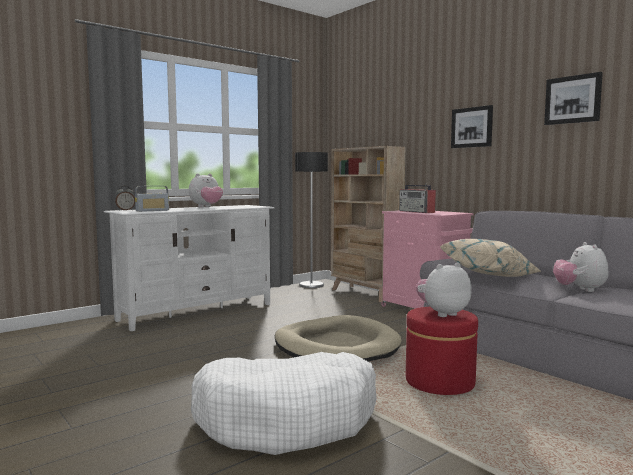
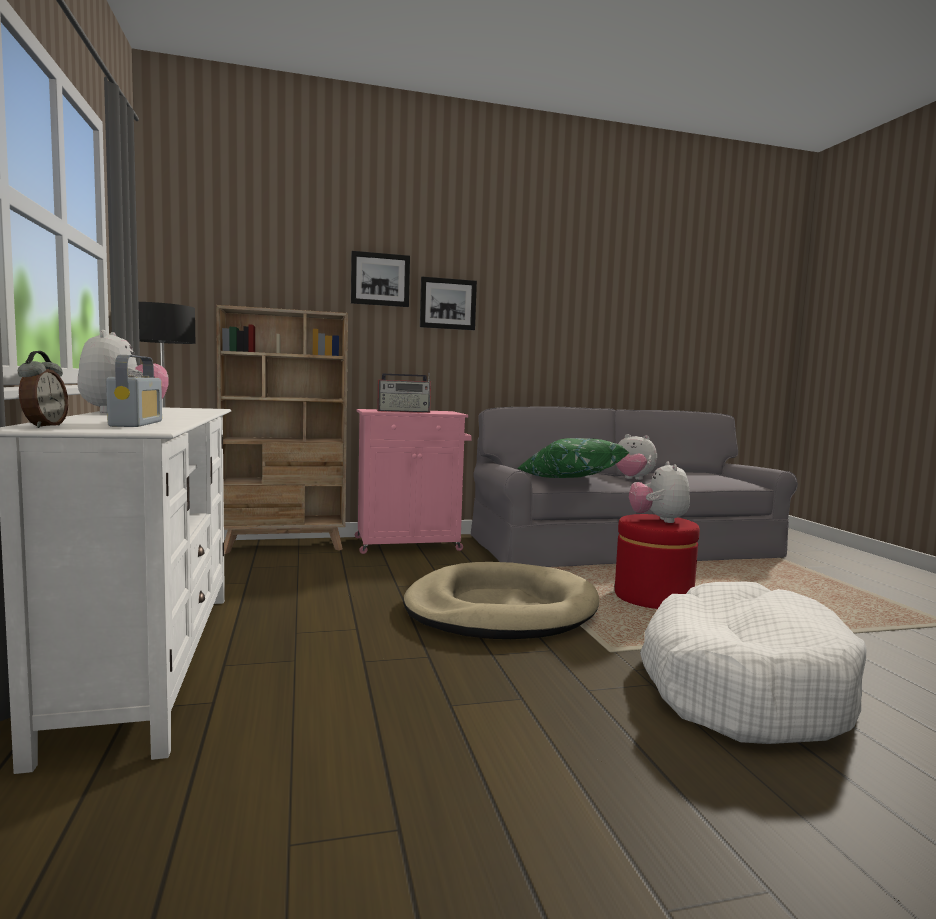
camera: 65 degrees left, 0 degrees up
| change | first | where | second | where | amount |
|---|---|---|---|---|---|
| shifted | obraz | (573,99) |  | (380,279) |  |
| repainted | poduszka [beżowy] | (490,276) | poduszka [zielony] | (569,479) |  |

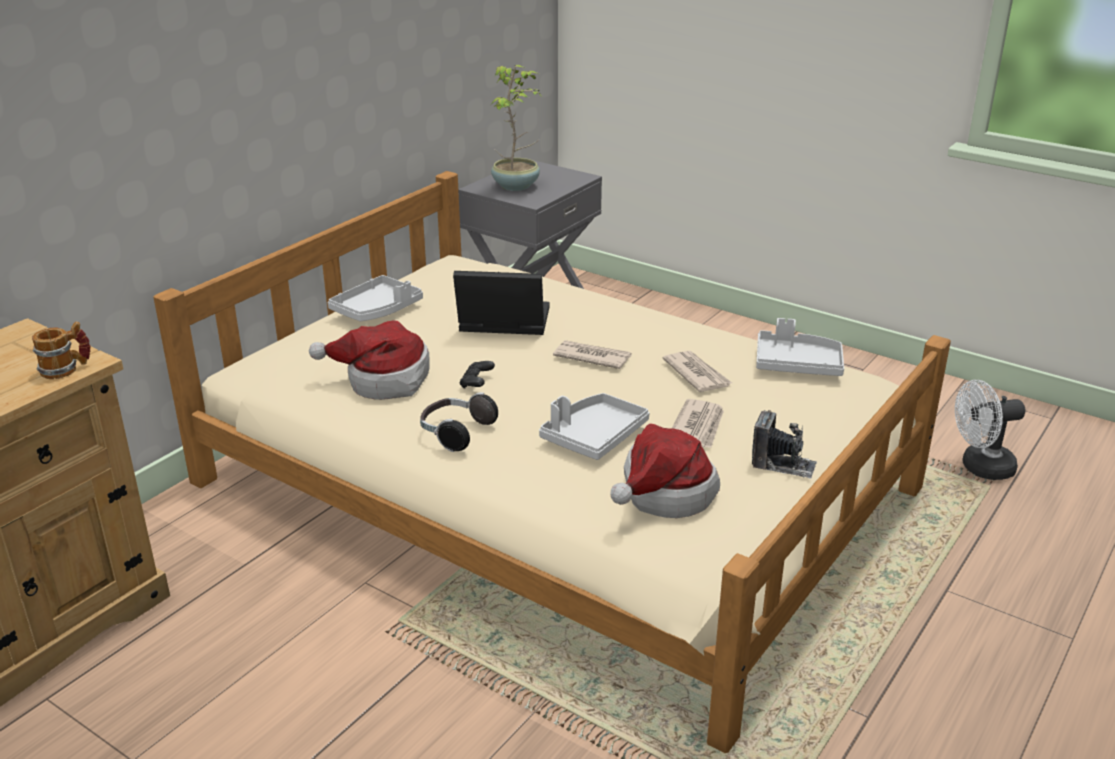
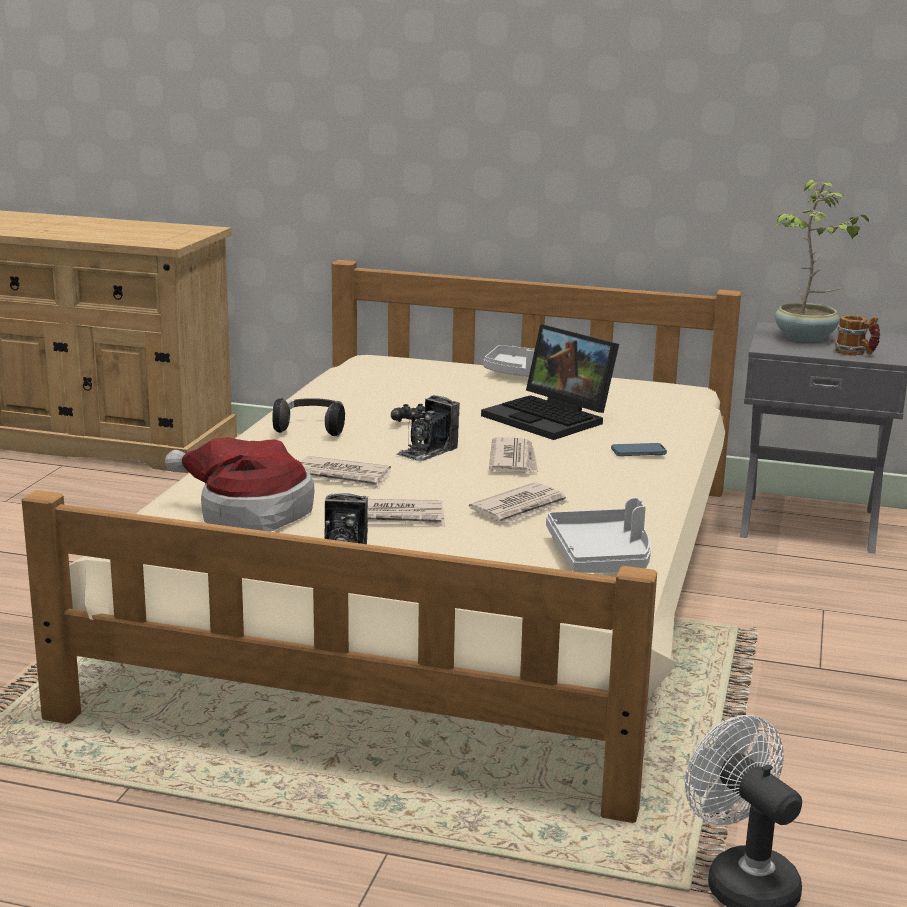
camera: 70 degrees right, 10 degrees down
| change | first | where | second | where | amount |
|---|---|---|---|---|---|
| gone | kapelusz | (383,380) |  |  |  |
| new |  |  | aparat fotograficzny | (427,451) |  |
| new |  |  | telefon | (638,452) |  |
| shifted | kubek | (66,369) |  | (855,353) |  |
| swapped | taca [szary] | (594,436) | gazeta | (342,477) |  |
| rotated | laptop | (501,323) |  | (552,418) | 150 degrees clockwise |

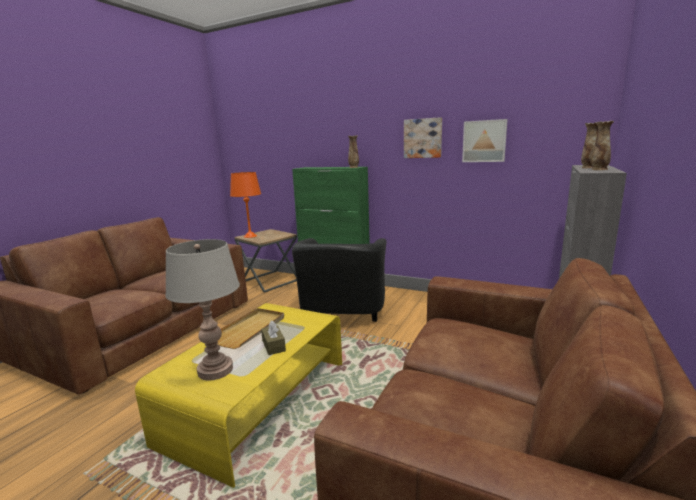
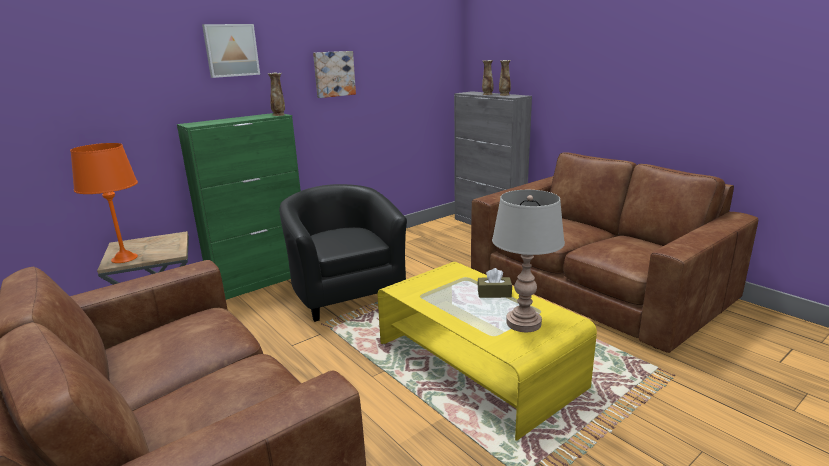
camera: 65 degrees left, 5 degrees up
| change | first | where | second | where | amount |
|---|---|---|---|---|---|
| gone | taca [beżowy] | (249,330) |  |  |  |
| shifted | obraz | (484,141) |  | (231,50) |  |
| rotated | fotel [czarny] | (342,313) |  | (345,292) | 150 degrees counterclockwise |

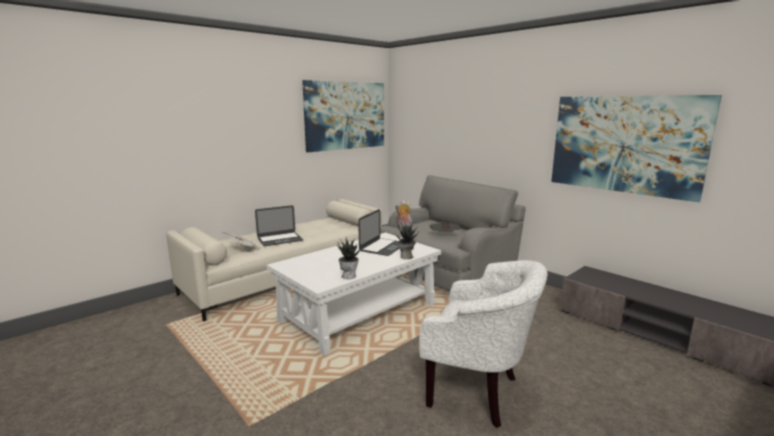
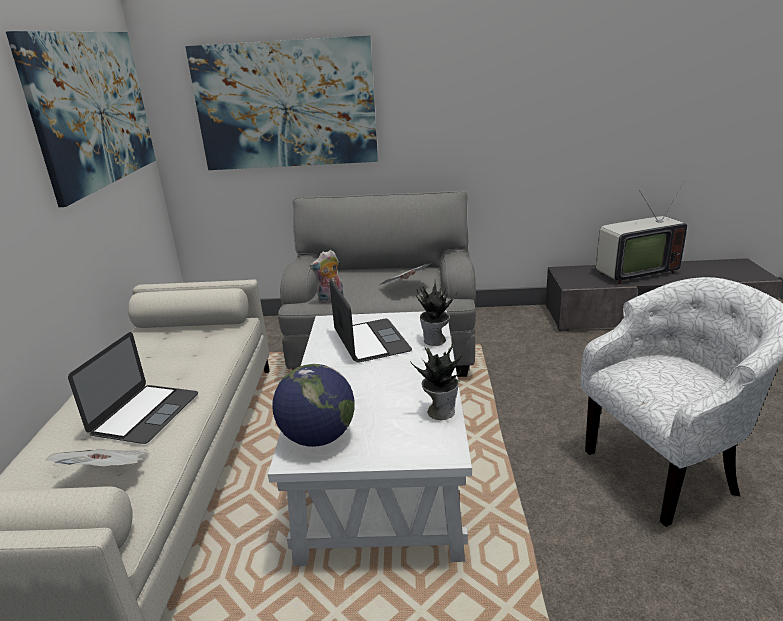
camera: 45 degrees left, 10 degrees up
| change | first | where | second | where | amount |
|---|---|---|---|---|---|
| new |  |  | globus | (318,438) |  |
| new |  |  | telewizor | (633,272) |  |
| shifted | obraz | (625,144) |  | (286,105) |  |

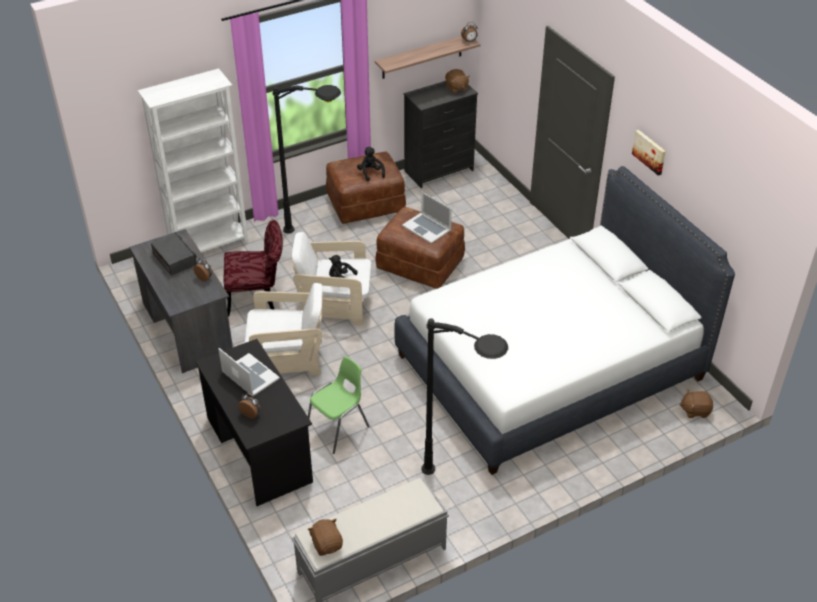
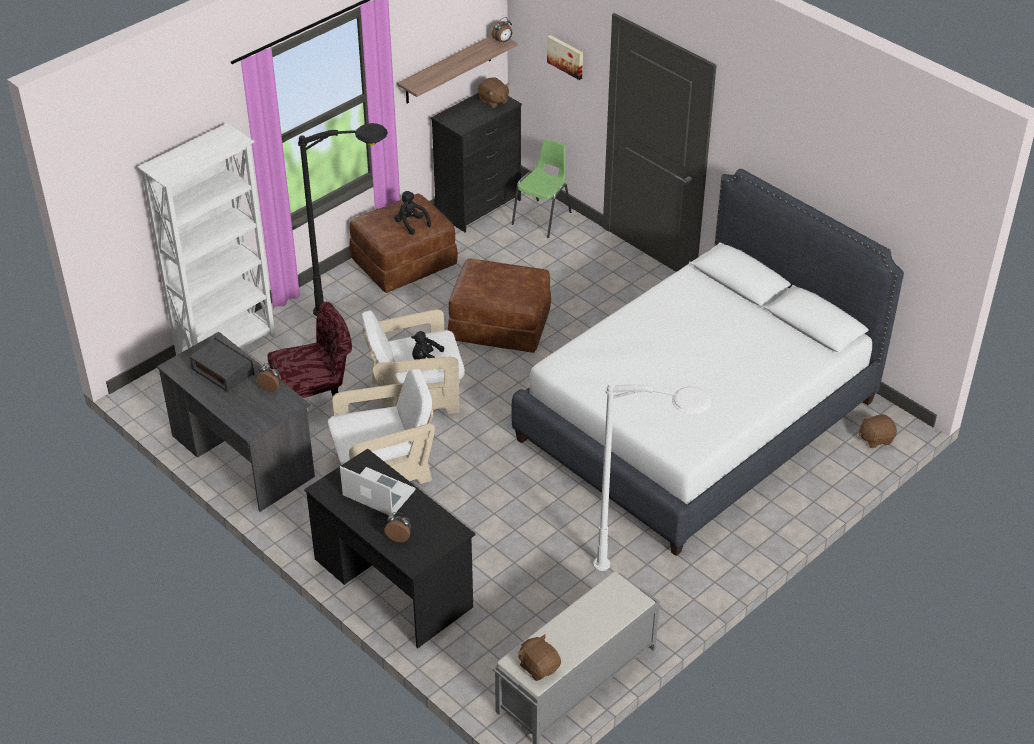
camera: 15 degrees left, 0 degrees up
| change | first | where | second | where | amount |
|---|---|---|---|---|---|
| gone | laptop | (427,228) |  |  |  |
| shifted | krzesło [zielony] | (338,428) |  | (543,218) |  |
| shifted | obraz | (650,152) |  | (566,56) |  |
| repainted | lampa stojąca [czarny] | (465,490) | lampa stojąca [biały] | (652,579) |  |

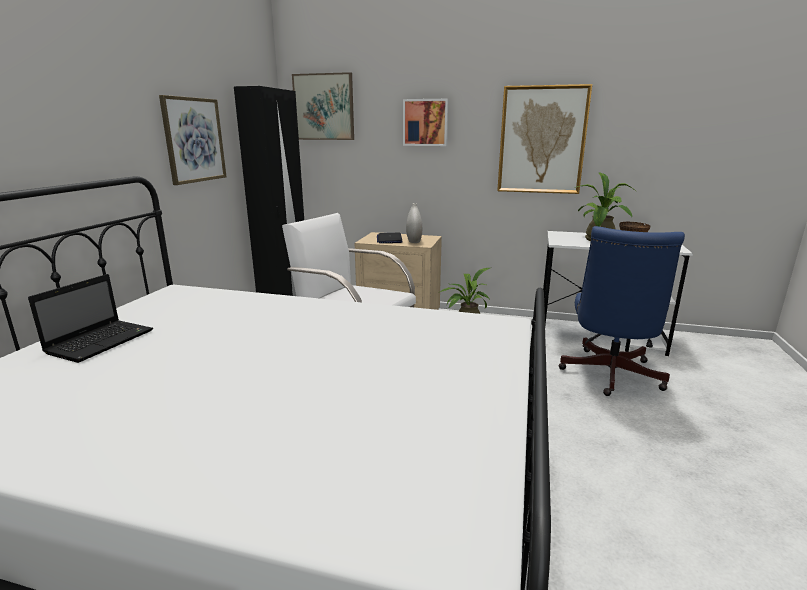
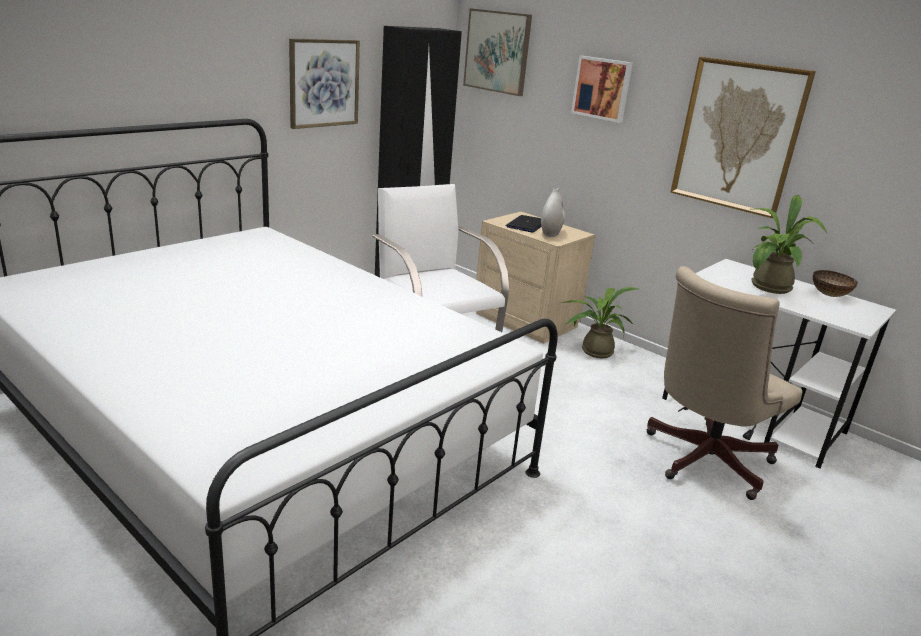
camera: 25 degrees right, 5 degrees up
| change | first | where | second | where | amount |
|---|---|---|---|---|---|
| gone | laptop | (102,341) |  |  |  |
| repainted | krzesło biurowe [niebieski] | (609,376) | krzesło biurowe [beżowy] | (701,461) |  |

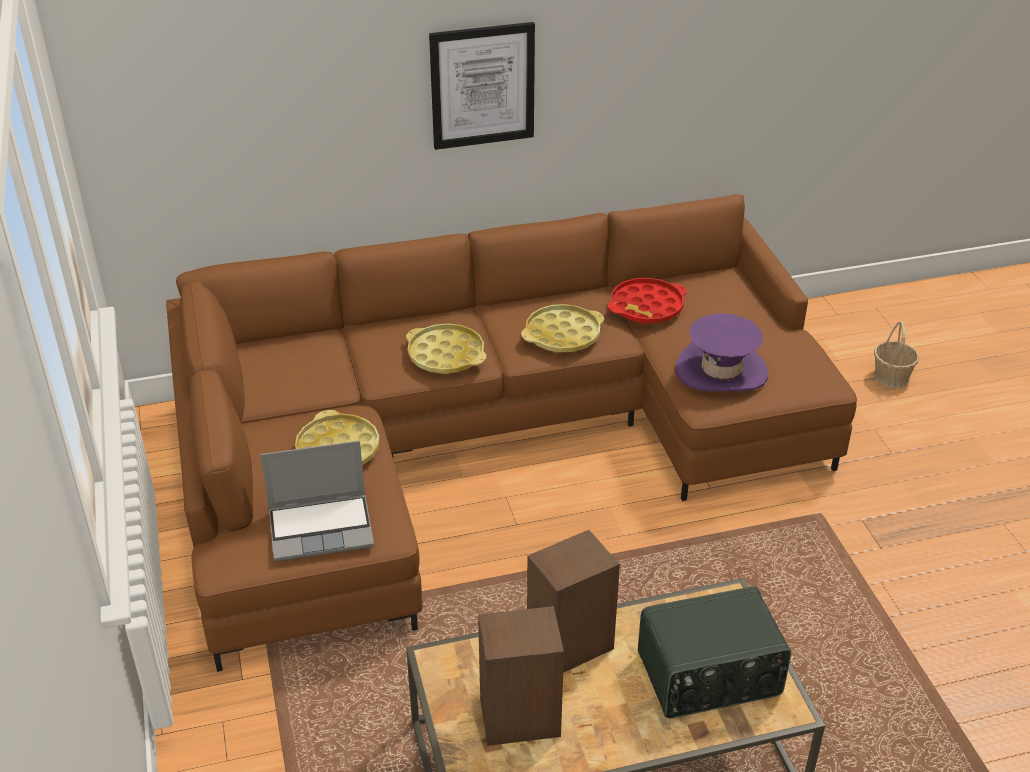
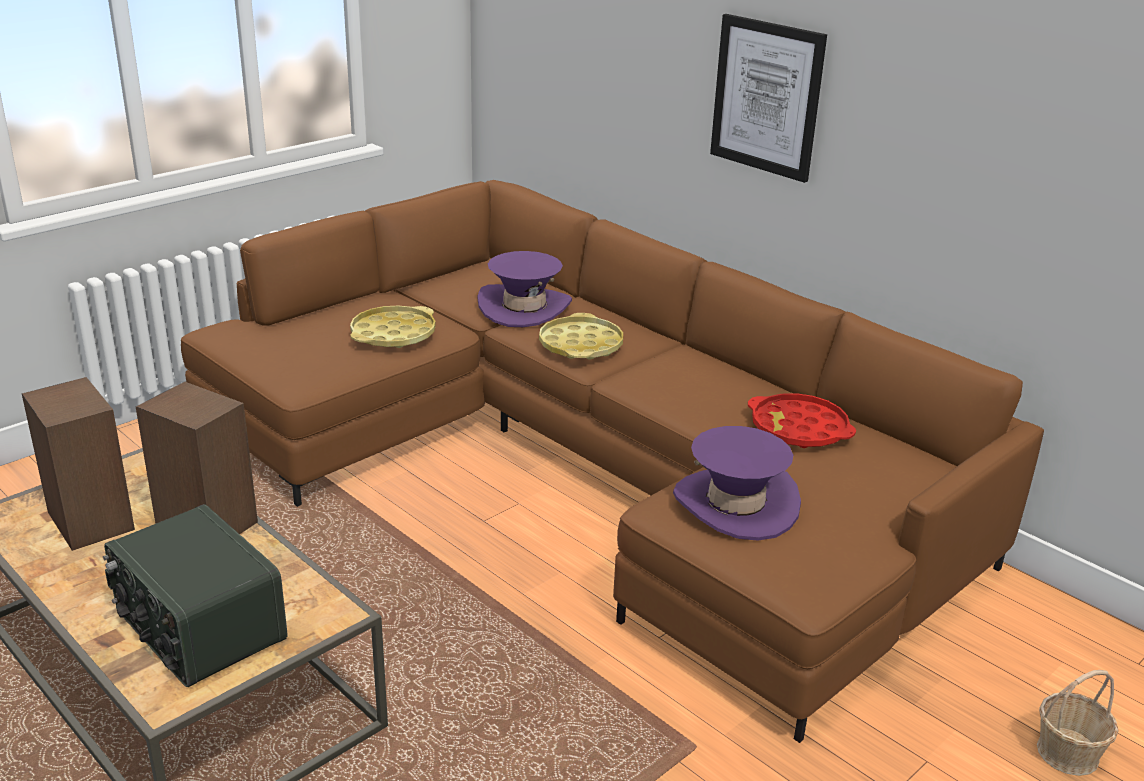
camera: 60 degrees right, 10 degrees down
| change | first | where | second | where | amount |
|---|---|---|---|---|---|
| gone | laptop | (322,528) |  |  |  |
| gone | taca [żółty] | (562,335) |  |  |  |
| new |  |  | kapelusz [fioletowy] | (524,308) |  |

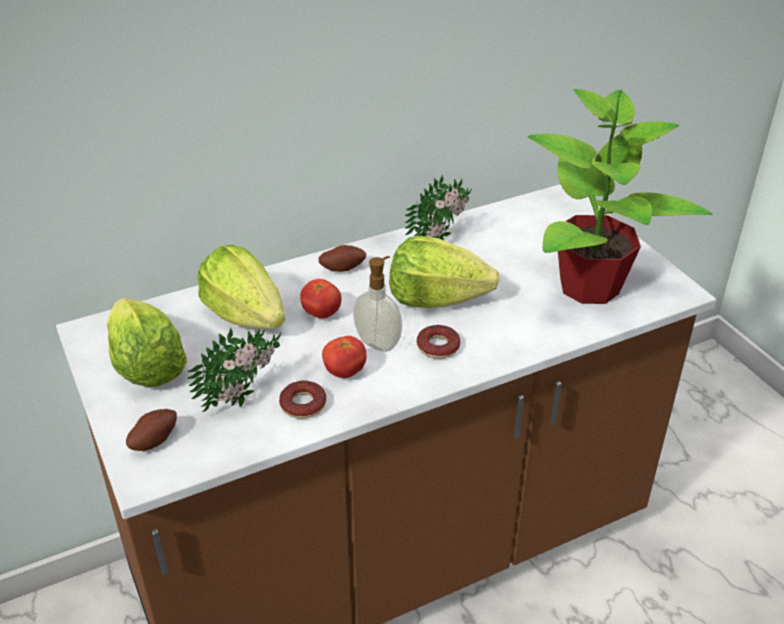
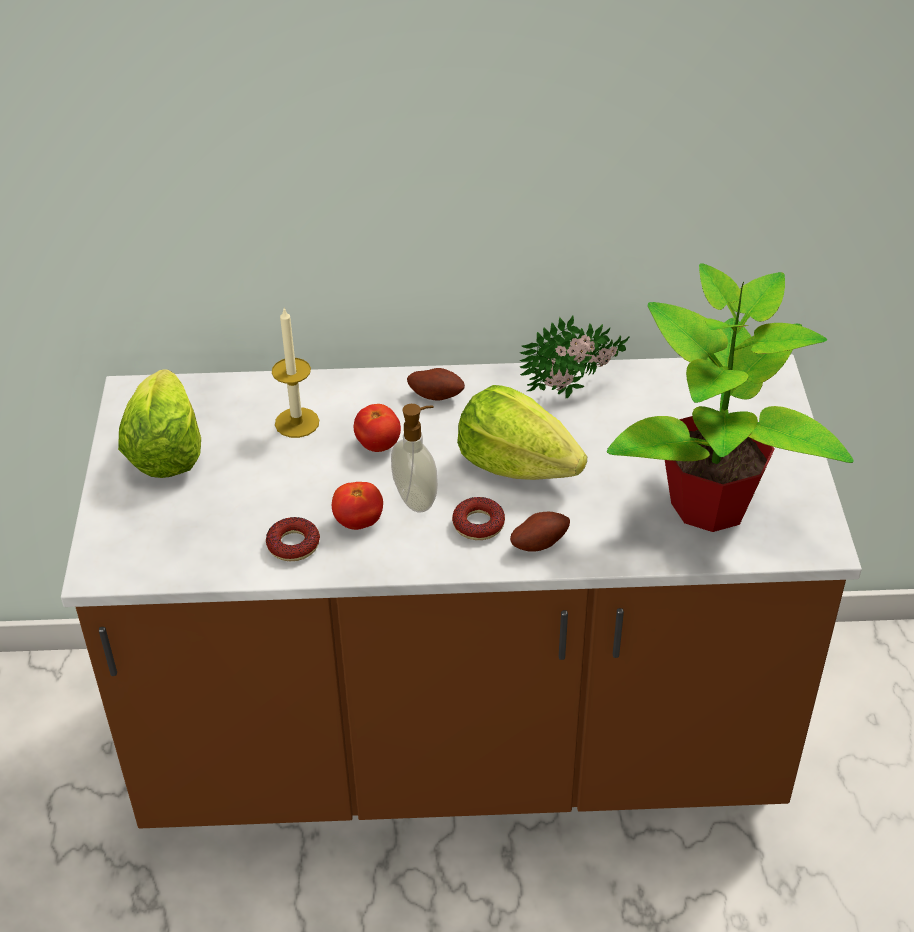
camera: 25 degrees right, 5 degrees up
| change | first | where | second | where | amount |
|---|---|---|---|---|---|
| gone | roślina doniczkowa | (245,397) |  |  |  |
| shifted | ziemniak | (153,440) |  | (538,542) |  |
| swapped | sałata | (245,315) | świeca | (297,422) |  |

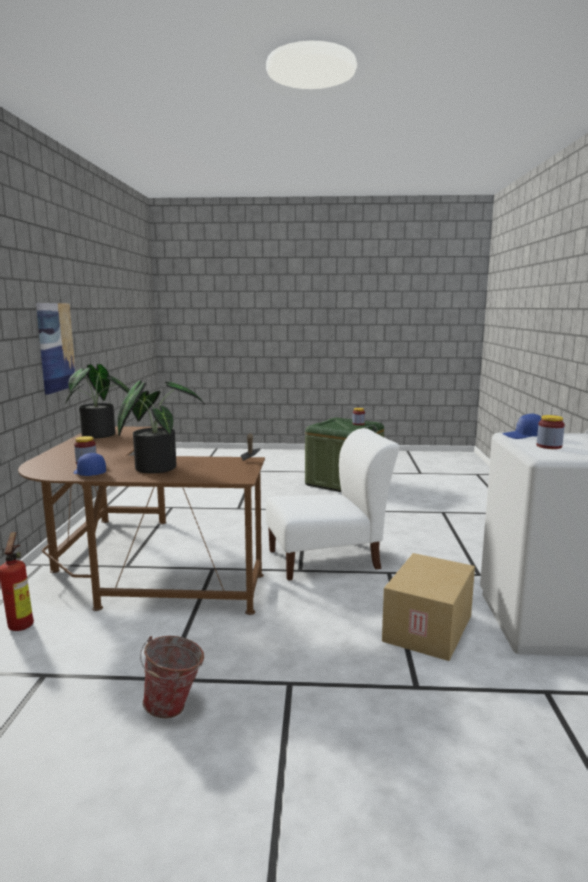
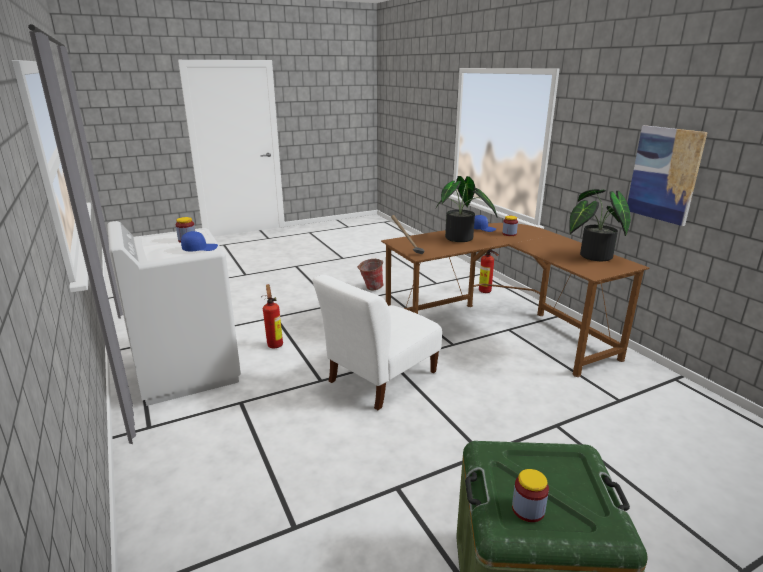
camera: 150 degrees right, 10 degrees up
| change | first | where | second | where | amount |
|---|---|---|---|---|---|
| swapped | karton | (429,629) | gaśnica | (275,344) |  |

